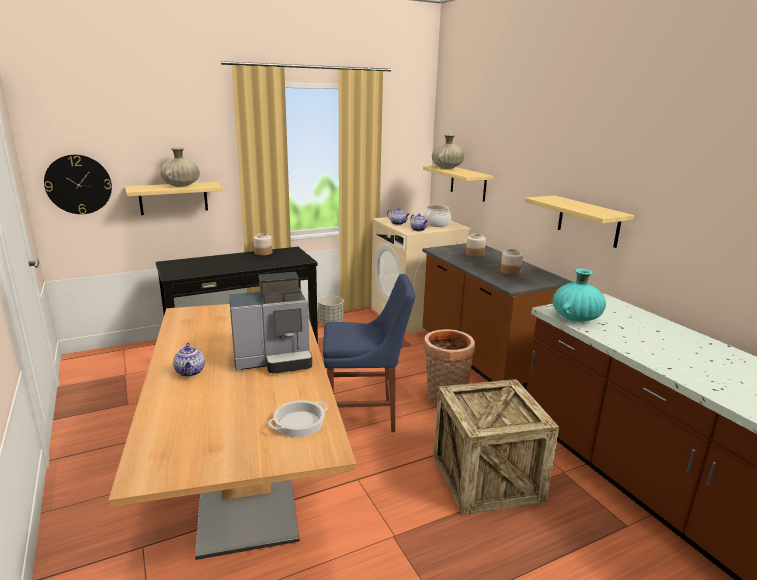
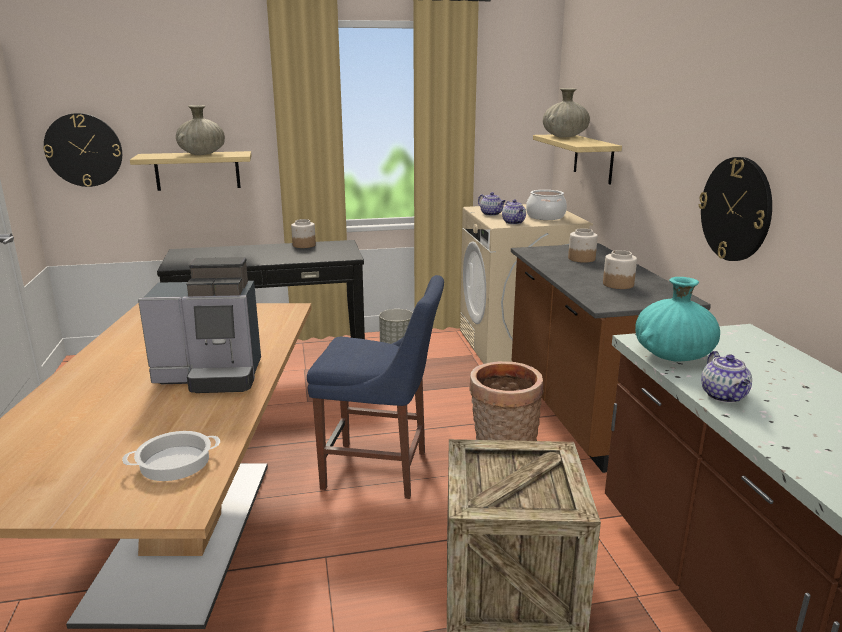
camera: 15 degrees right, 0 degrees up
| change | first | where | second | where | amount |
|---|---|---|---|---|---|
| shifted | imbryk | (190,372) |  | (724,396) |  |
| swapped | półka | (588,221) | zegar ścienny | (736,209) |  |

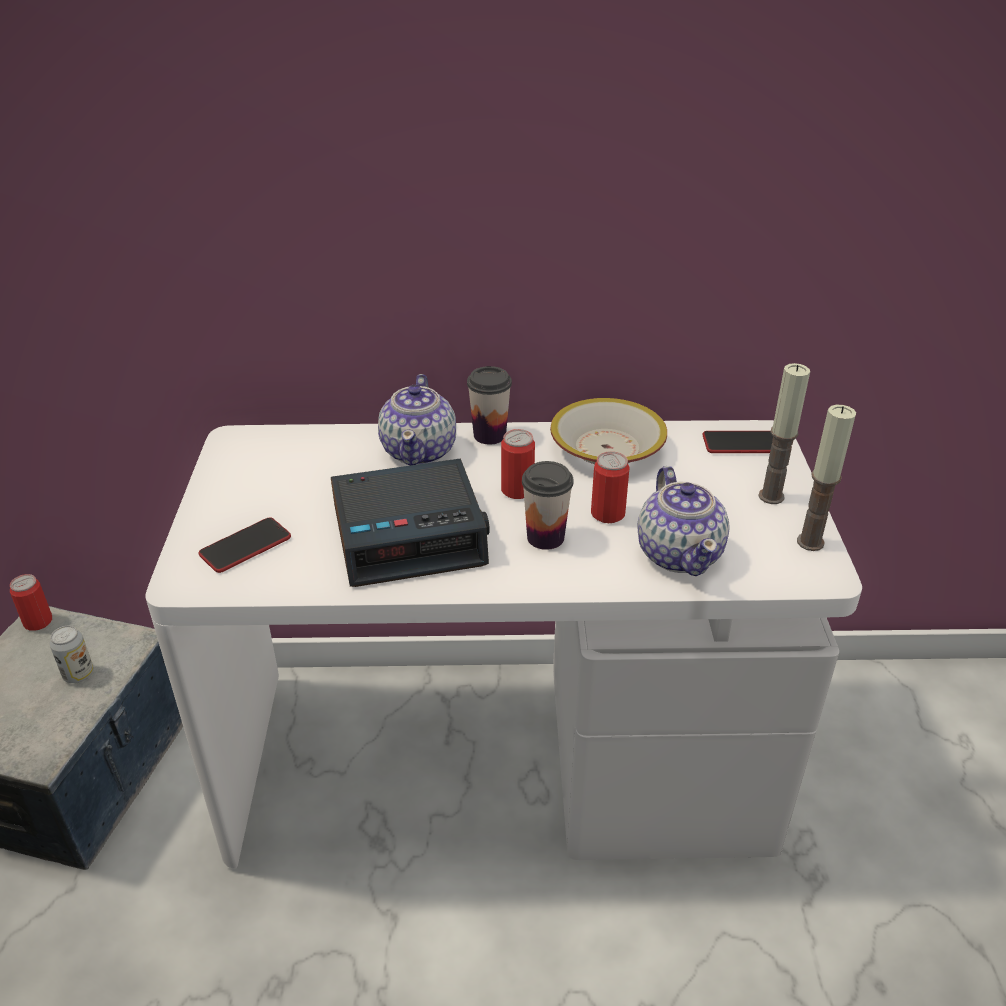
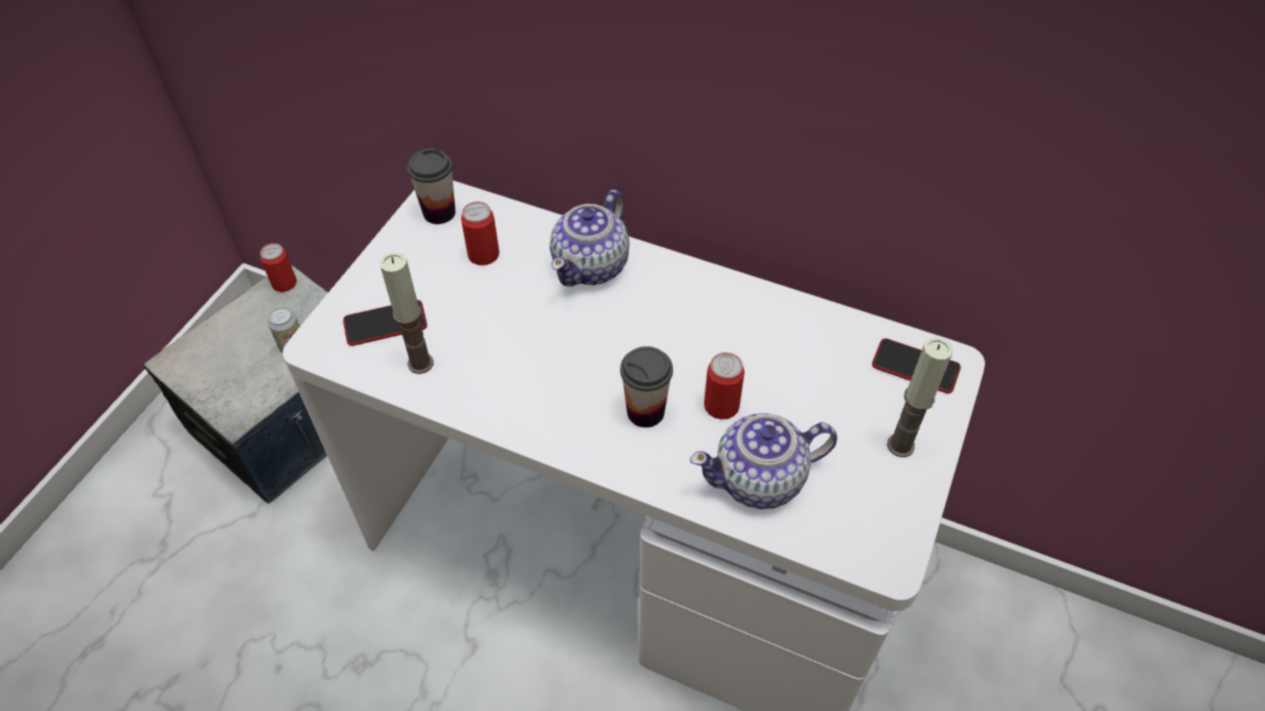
camera: 25 degrees right, 15 degrees up
| change | first | where | second | where | amount |
|---|---|---|---|---|---|
| gone | budzik | (410,535) |  |  |  |
| gone | miska | (606,448) |  |  |  |
| shifted | filiżanka | (489,435) |  | (439,212) |  |
| shifted | puszka | (517,490) |  | (483,255) |  |
| shifted | świeca | (810,542) |  | (420,363) |  |
| rotated | imbryk | (680,553) |  | (760,479) | 60 degrees clockwise |

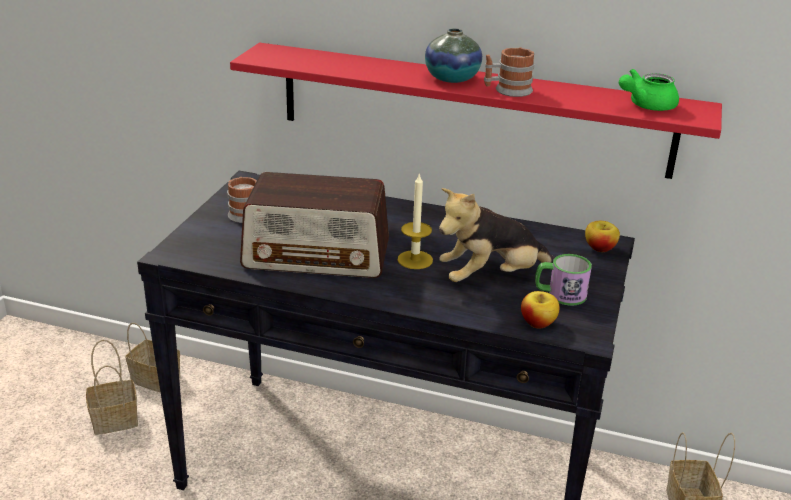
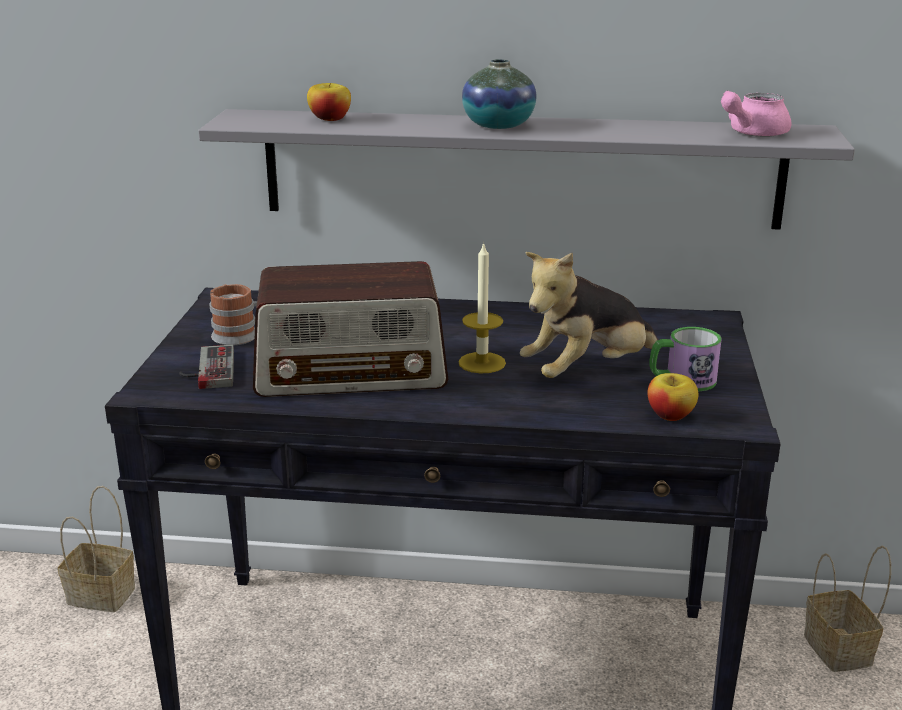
camera: 10 degrees left, 5 degrees down
| change | first | where | second | where | amount |
|---|---|---|---|---|---|
| gone | koszyk | (113,421) |  |  |  |
| gone | kubek | (507,91) |  |  |  |
| new |  |  | pad do gier | (206,370) |  |
| shifted | jabłko | (600,248) |  | (330,119) |  |
| repainted | półka [czerwony] | (472,109) | półka [szary] | (520,168) |  |
| repainted | imbryk [zielony] | (646,106) | imbryk [różowy] | (751,133) |  |

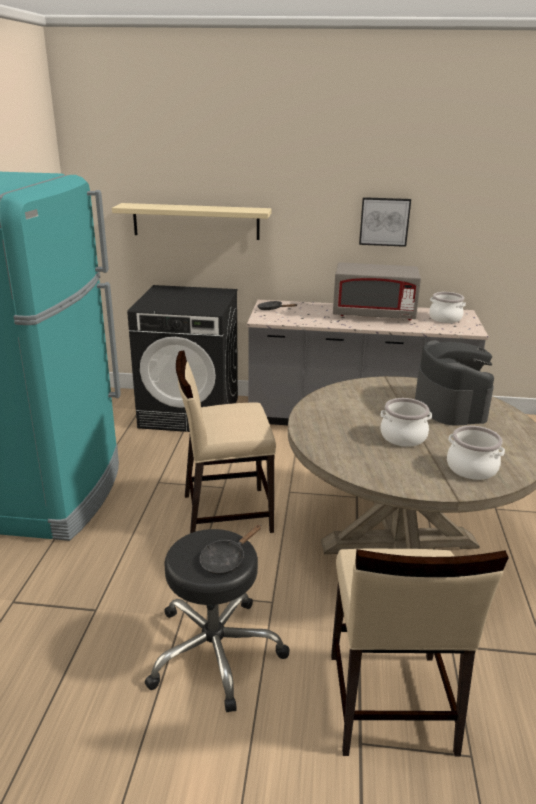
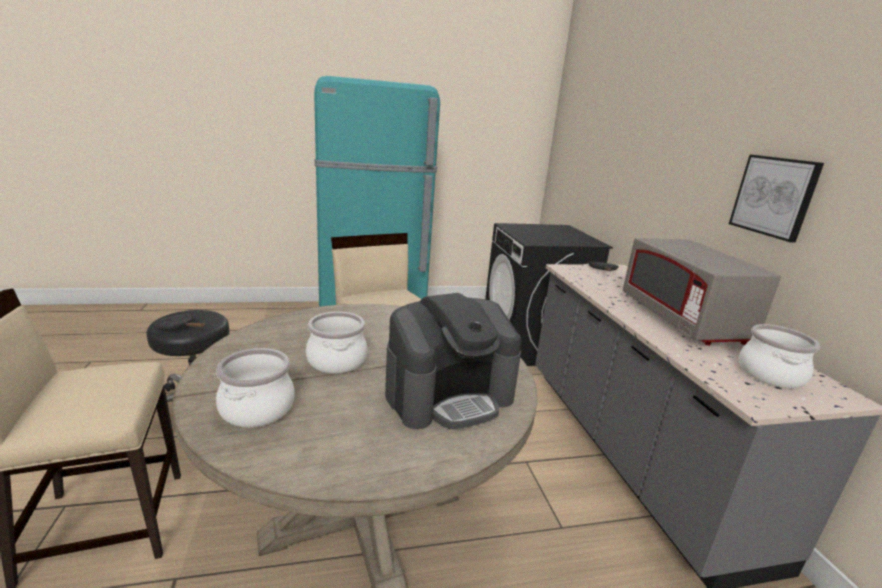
camera: 70 degrees right, 5 degrees down
| change | first | where | second | where | amount |
|---|---|---|---|---|---|
| gone | półka [beżowy] | (196,221) |  |  |  |

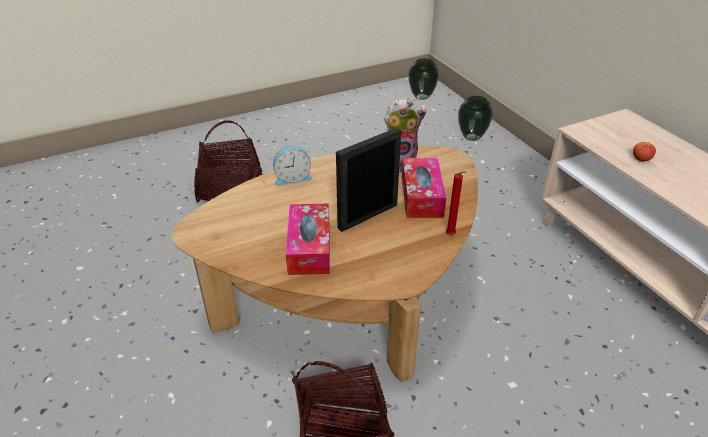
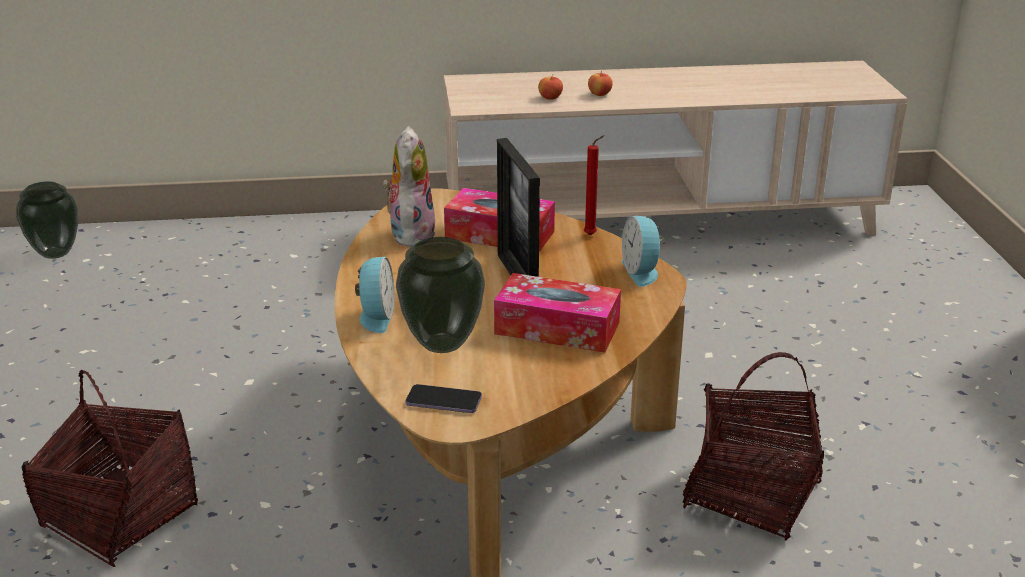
camera: 70 degrees left, 10 degrees down
| change | first | where | second | where | amount |
|---|---|---|---|---|---|
| new |  |  | telefon | (443,401) |  |
| new |  |  | jabłko | (599,94) |  |
| new |  |  | budzik | (642,271) |  |
| shifted | wazon | (471,138) |  | (443,345) |  |

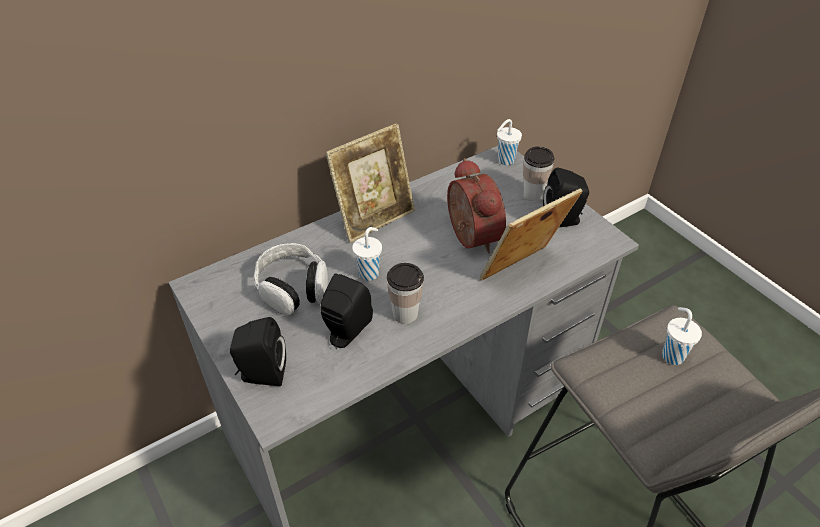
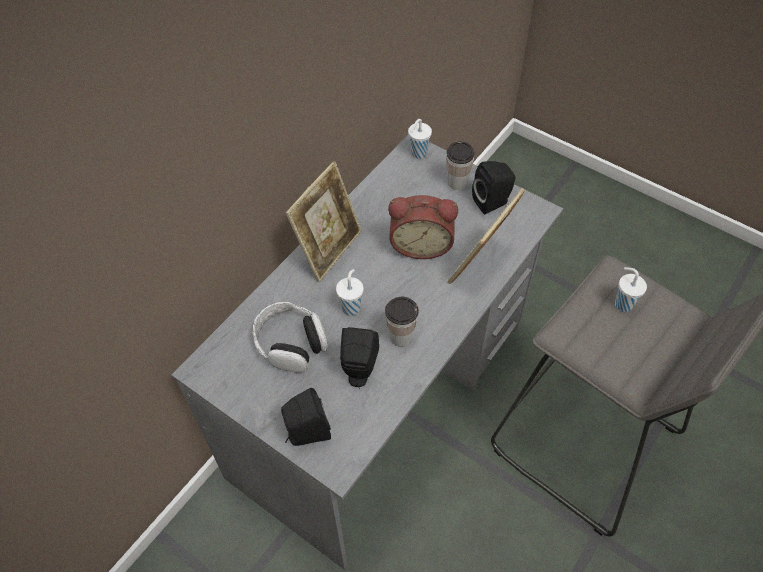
camera: 20 degrees left, 10 degrees up
| change | first | where | second | where | amount |
|---|---|---|---|---|---|
| rotated | budzik | (469,237) |  | (421,244) | 135 degrees clockwise |

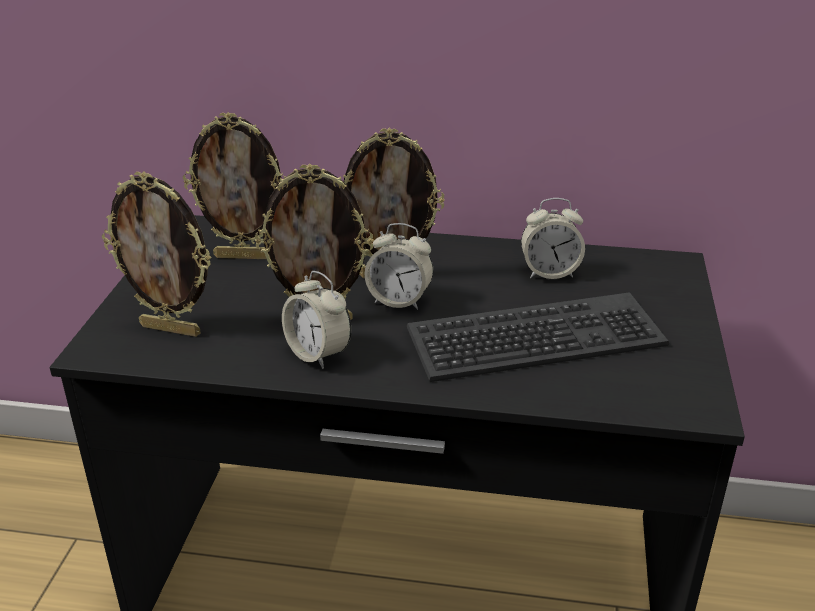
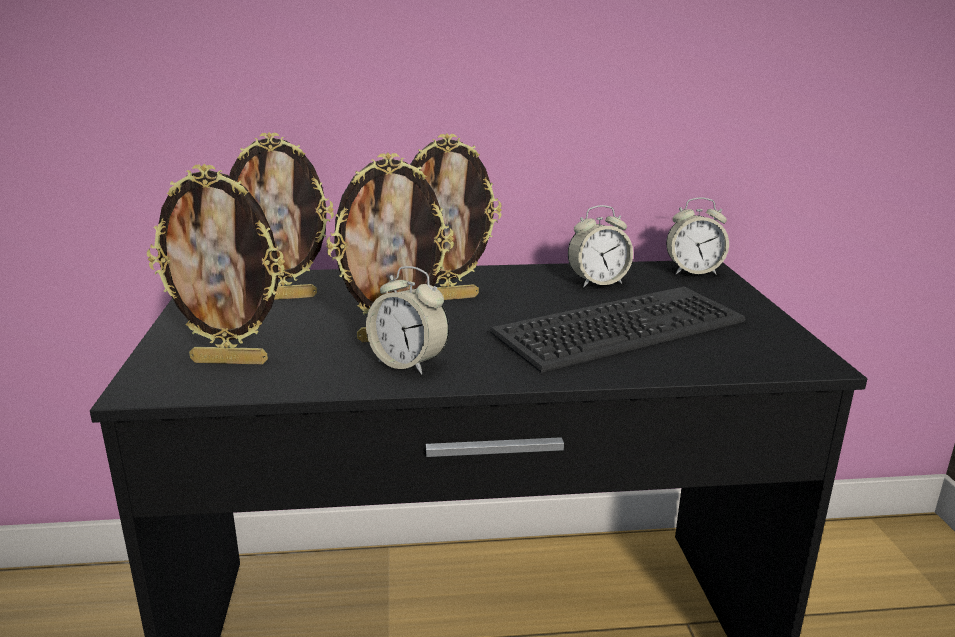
camera: 15 degrees left, 10 degrees down
| change | first | where | second | where | amount |
|---|---|---|---|---|---|
| shifted | budzik | (399,300) |  | (693,271) |  |

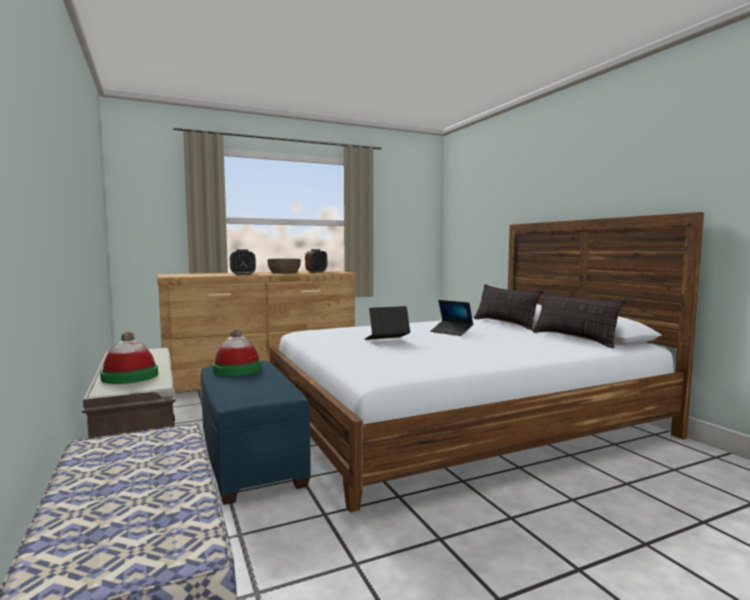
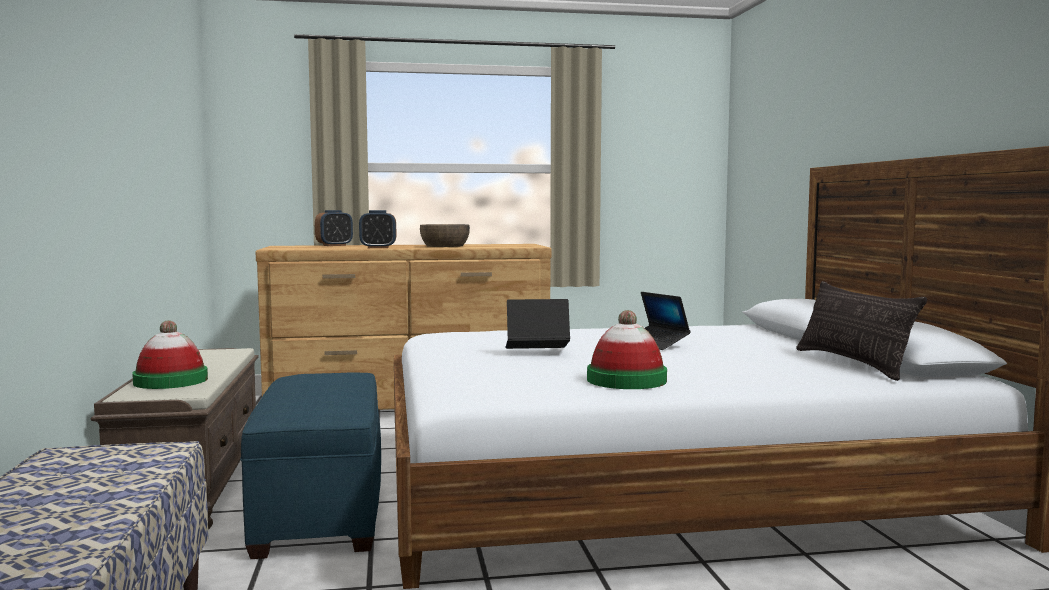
camera: 15 degrees right, 0 degrees up
| change | first | where | second | where | amount |
|---|---|---|---|---|---|
| gone | poduszka | (505,324) |  |  |  |
| shifted | kapelusz | (237,369) |  | (626,380) |  |
| shifted | budzik | (316,272) |  | (334,245) |  |

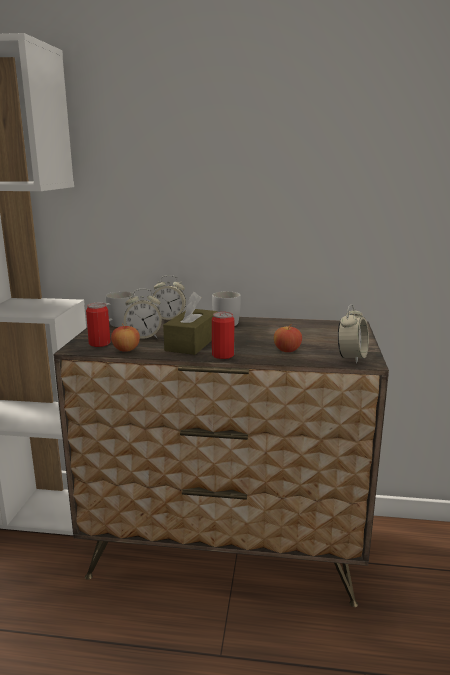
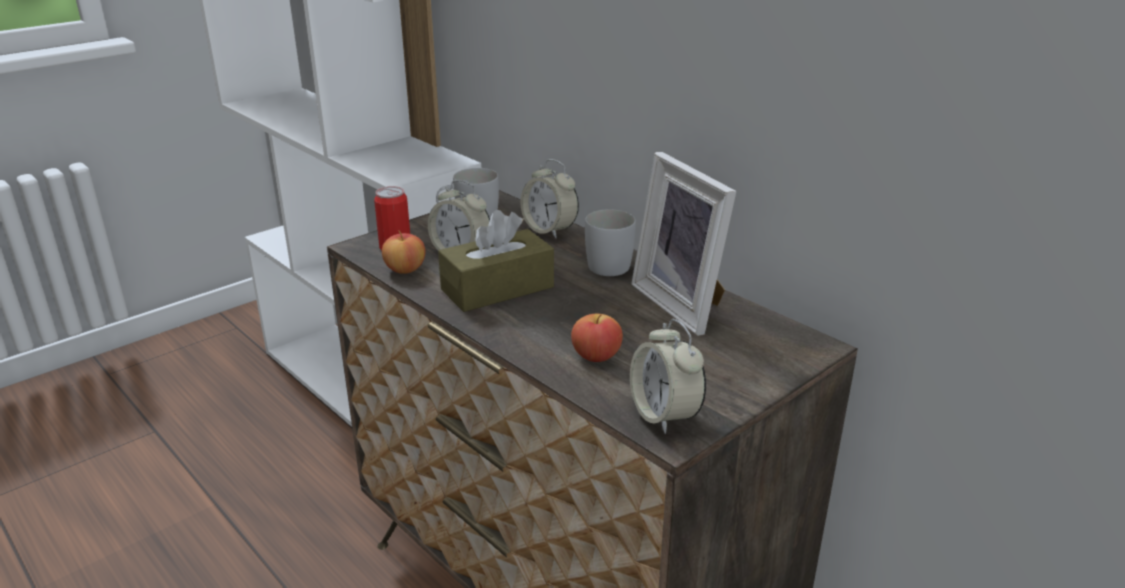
camera: 40 degrees right, 10 degrees up
| change | first | where | second | where | amount |
|---|---|---|---|---|---|
| gone | puszka | (223,355) |  |  |  |
| new |  |  | ramka na zdjęcie | (684,304) |  |
| rotated | budzik | (351,358) |  | (664,415) | 90 degrees clockwise |

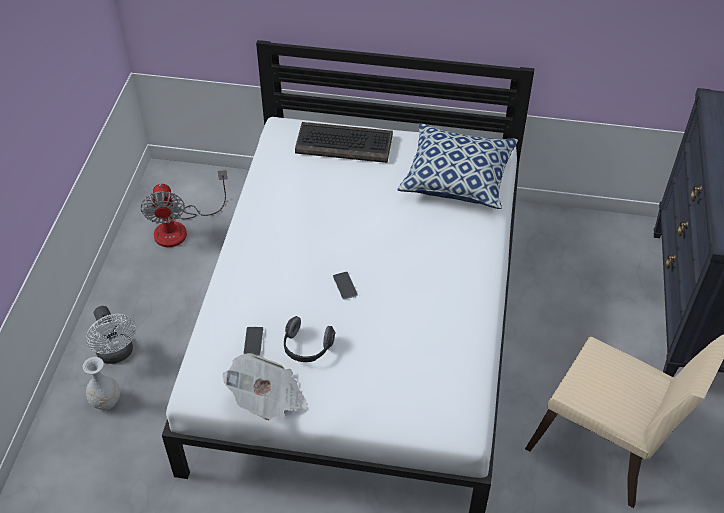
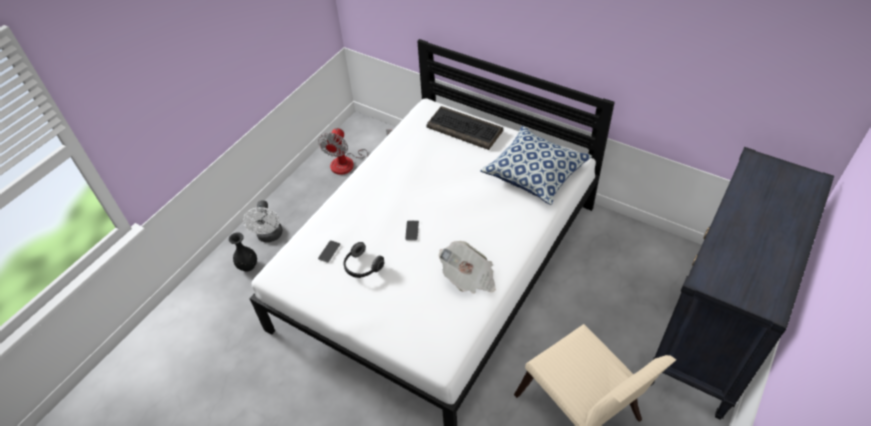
camera: 25 degrees right, 0 degrees up
| change | first | where | second | where | amount |
|---|---|---|---|---|---|
| shifted | gazeta | (268,399) |  | (469,278) |  |
| repainted | wazon [biały] | (106,402) | wazon [czarny] | (247,266) |  |

